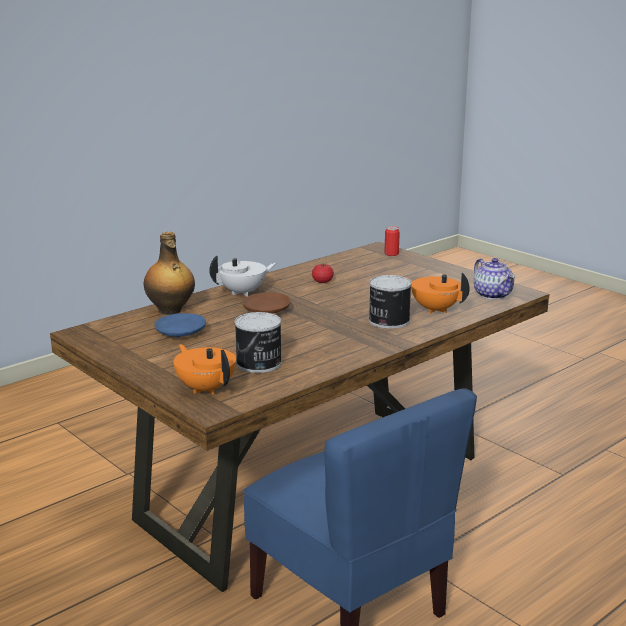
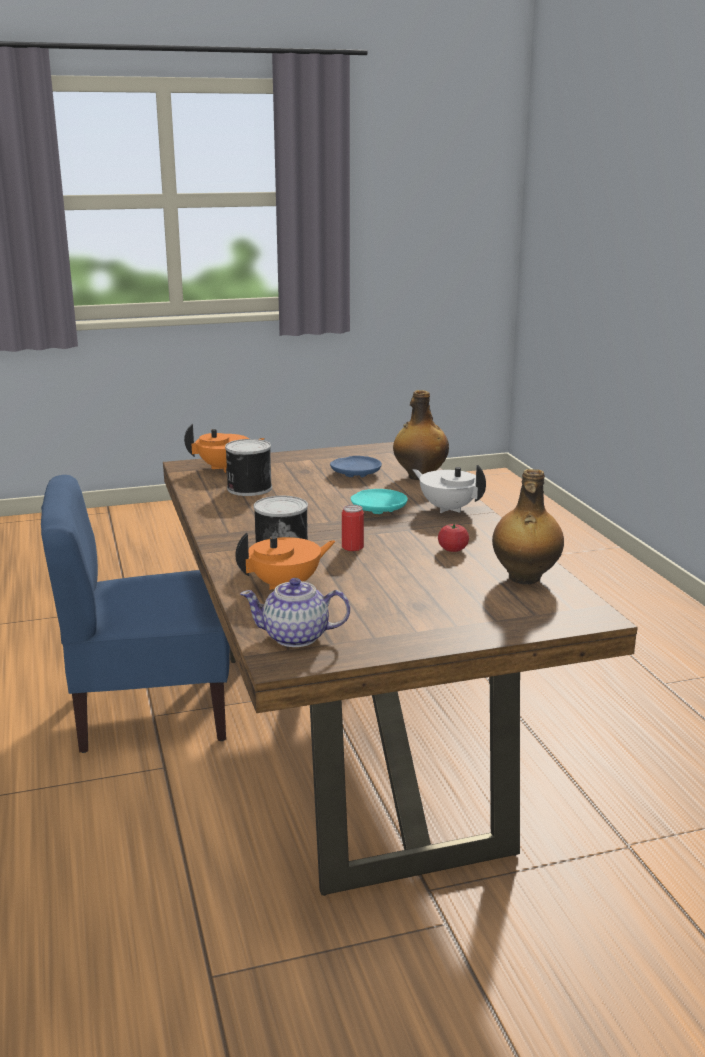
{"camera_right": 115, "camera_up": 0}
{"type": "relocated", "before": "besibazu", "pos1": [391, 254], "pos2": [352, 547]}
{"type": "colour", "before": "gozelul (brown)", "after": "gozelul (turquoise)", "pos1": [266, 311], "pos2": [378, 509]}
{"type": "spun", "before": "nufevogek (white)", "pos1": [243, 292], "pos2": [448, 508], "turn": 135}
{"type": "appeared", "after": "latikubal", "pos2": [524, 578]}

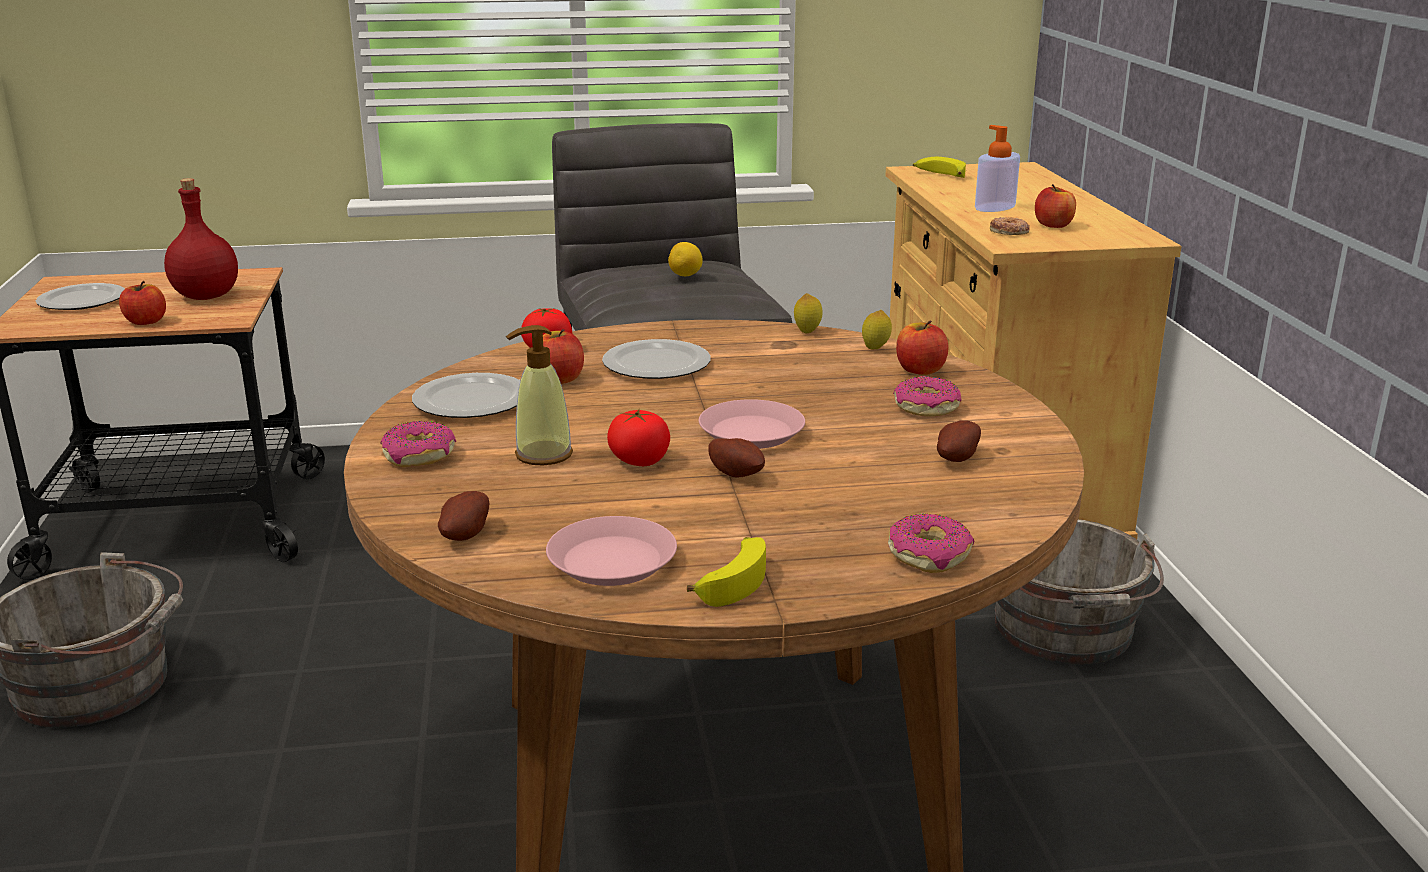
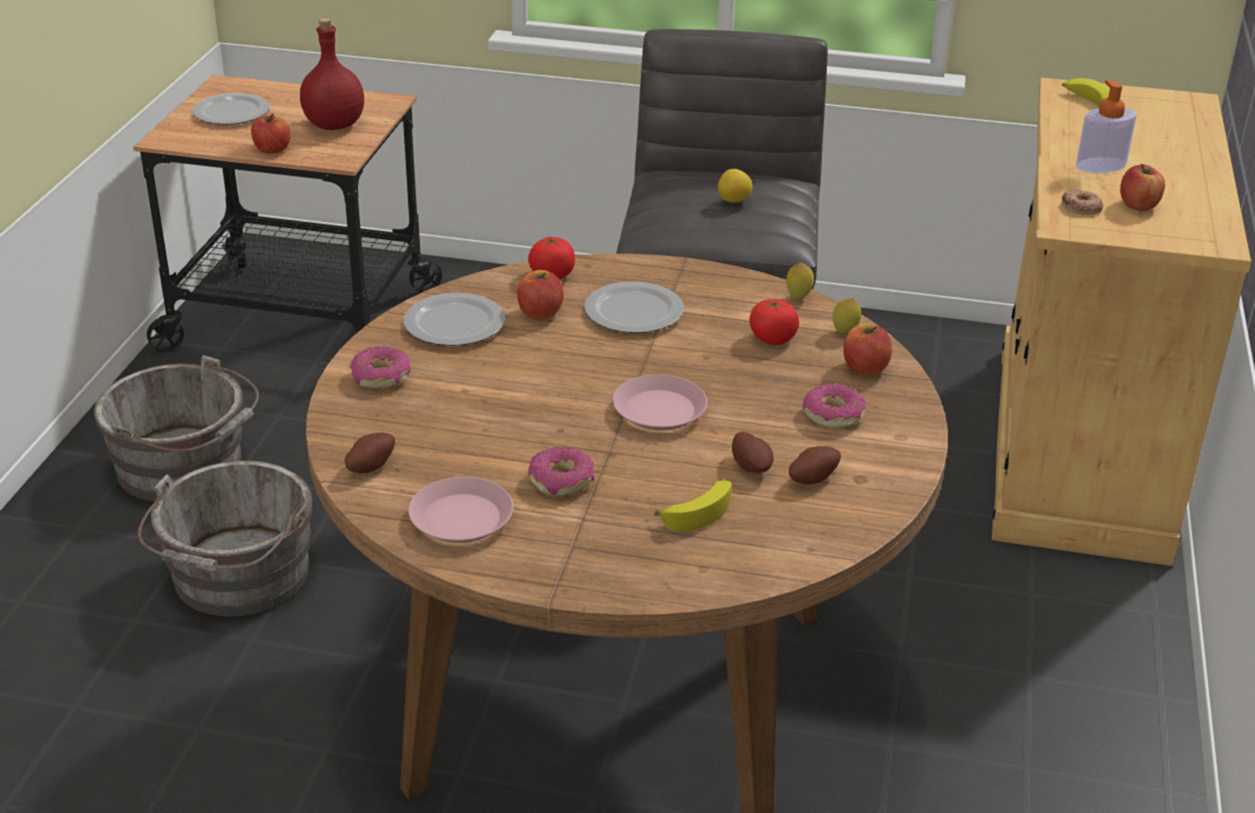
{"camera_right": 20, "camera_up": 10}
{"type": "relocated", "before": "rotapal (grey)", "pos1": [1065, 632], "pos2": [237, 579]}
{"type": "relocated", "before": "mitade", "pos1": [929, 555], "pos2": [562, 481]}
{"type": "relocated", "before": "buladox", "pos1": [732, 580], "pos2": [699, 511]}
{"type": "relocated", "before": "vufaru", "pos1": [737, 474], "pos2": [752, 466]}
{"type": "relocated", "before": "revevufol", "pos1": [639, 461], "pos2": [772, 339]}
{"type": "missing", "before": "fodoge", "pos1": [543, 455]}

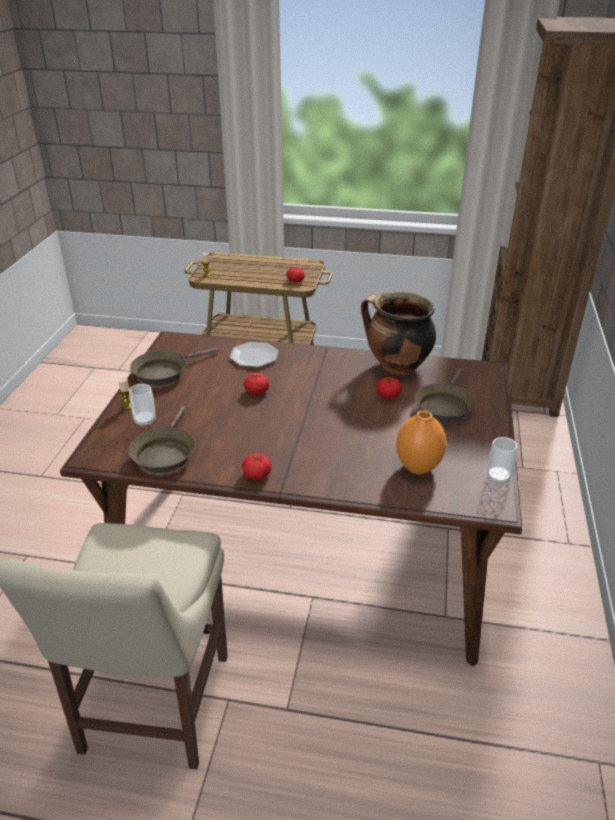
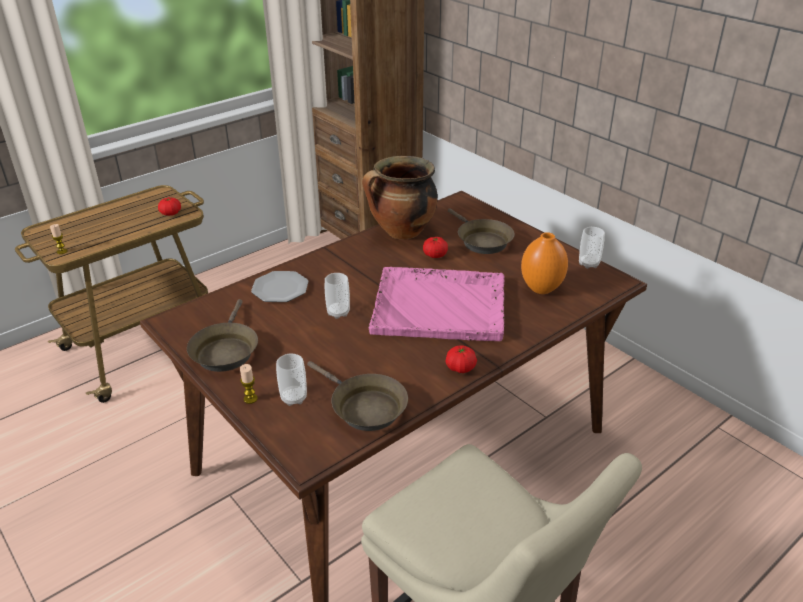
{"camera_right": -50, "camera_up": 0}
{"type": "exchanged", "before": "revevufol", "after": "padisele", "pos1": [256, 391], "pos2": [338, 312]}
{"type": "appeared", "after": "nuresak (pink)", "pos2": [440, 306]}

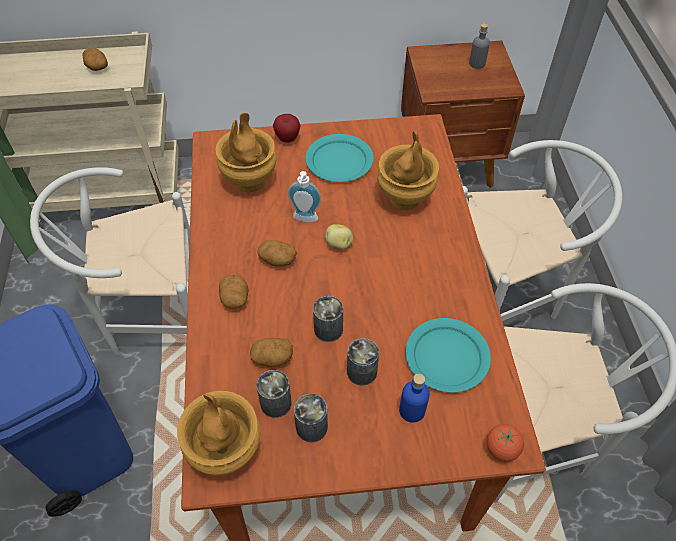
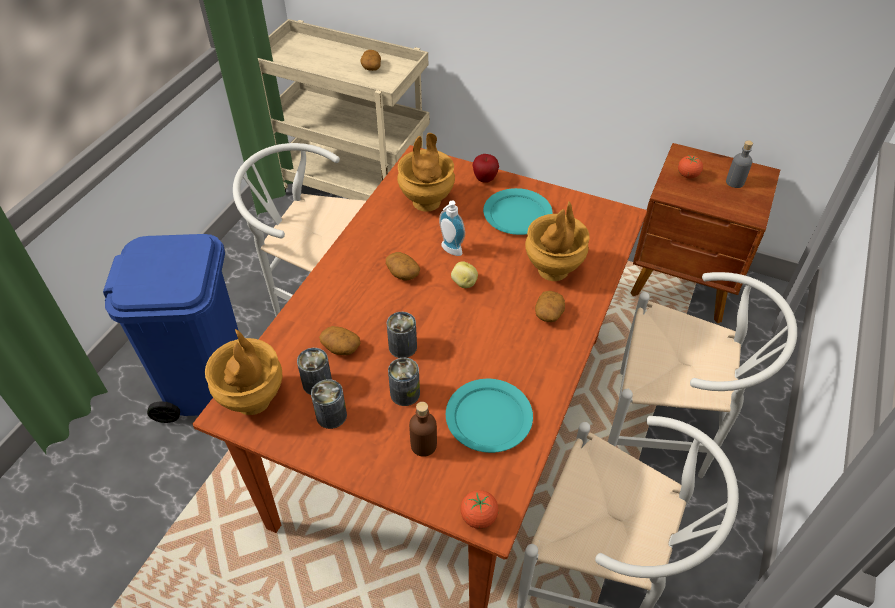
{"camera_right": 30, "camera_up": -5}
{"type": "colour", "before": "latikubal (blue)", "after": "latikubal (brown)", "pos1": [412, 410], "pos2": [423, 445]}
{"type": "relocated", "before": "vufaru", "pos1": [235, 298], "pos2": [549, 314]}
{"type": "appeared", "after": "revevufol", "pos2": [687, 175]}

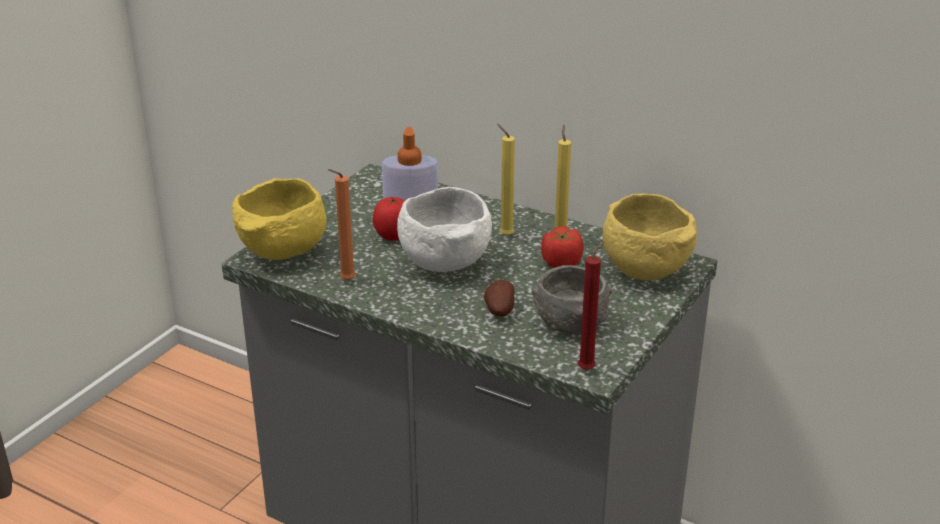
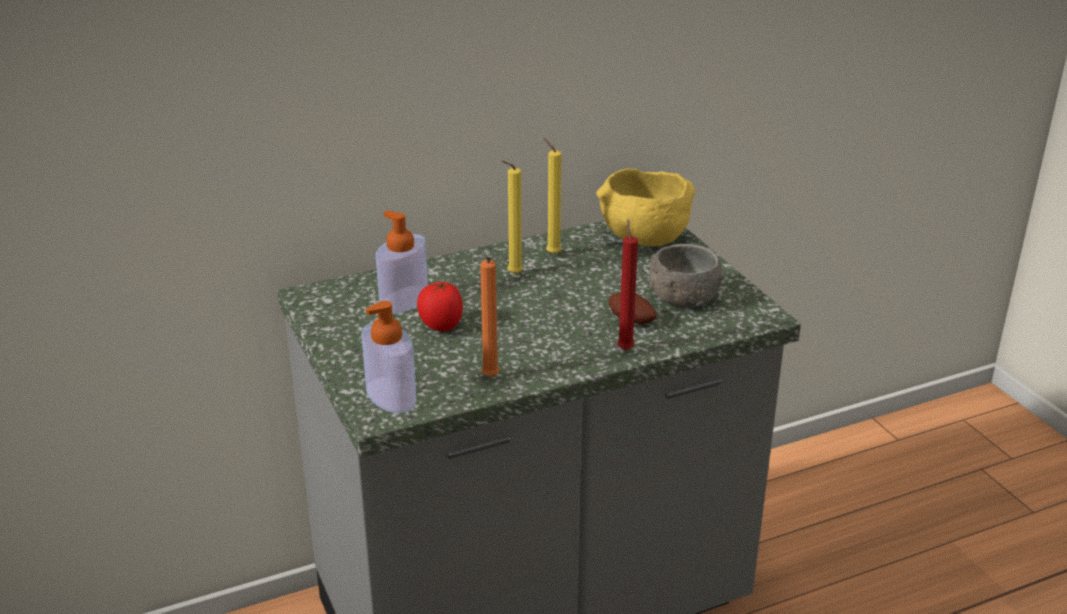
{"camera_right": -55, "camera_up": 0}
{"type": "exchanged", "before": "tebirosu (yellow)", "after": "fodoge", "pos1": [282, 253], "pos2": [391, 396]}
{"type": "relocated", "before": "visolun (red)", "pos1": [588, 369], "pos2": [625, 348]}
{"type": "missing", "before": "tebirosu (white)", "pos1": [444, 262]}
{"type": "missing", "before": "revevufol", "pos1": [561, 263]}

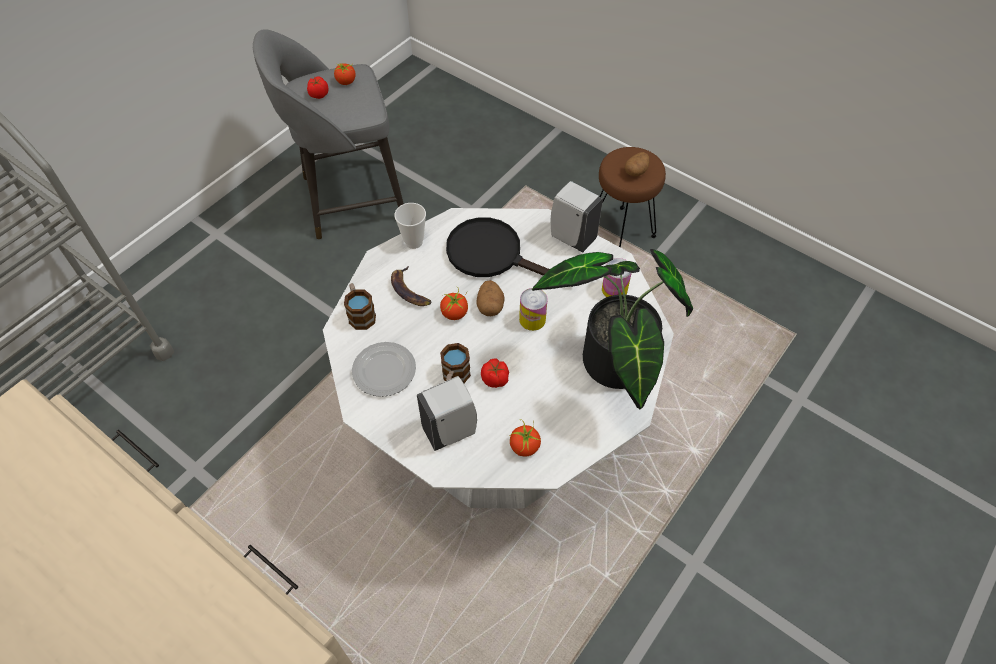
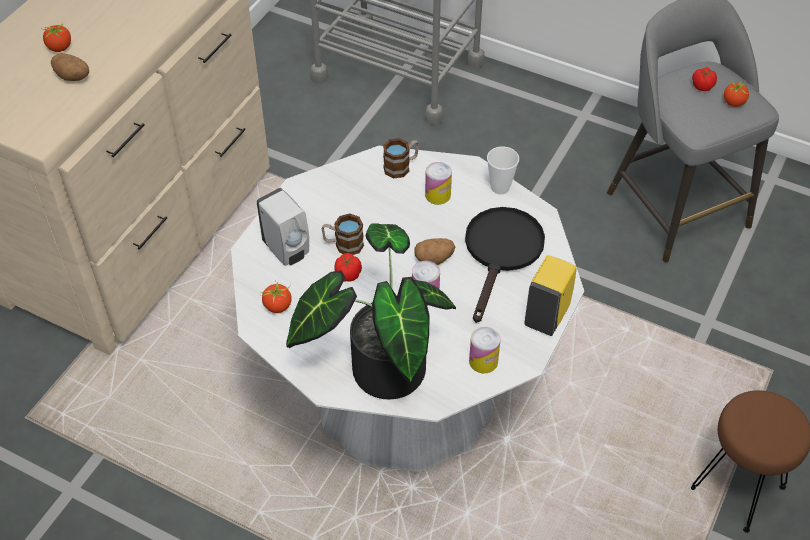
{"camera_right": 80, "camera_up": -5}
{"type": "relocated", "before": "revevufol", "pos1": [454, 313], "pos2": [60, 47]}
{"type": "relocated", "before": "vufaru", "pos1": [636, 171], "pos2": [73, 77]}
{"type": "exchanged", "before": "buladox", "after": "besibazu", "pos1": [409, 290], "pos2": [437, 195]}
{"type": "colour", "before": "fodoge (white)", "after": "fodoge (yellow)", "pos1": [571, 237], "pos2": [547, 315]}
{"type": "missing", "before": "gozelul", "pos1": [383, 370]}

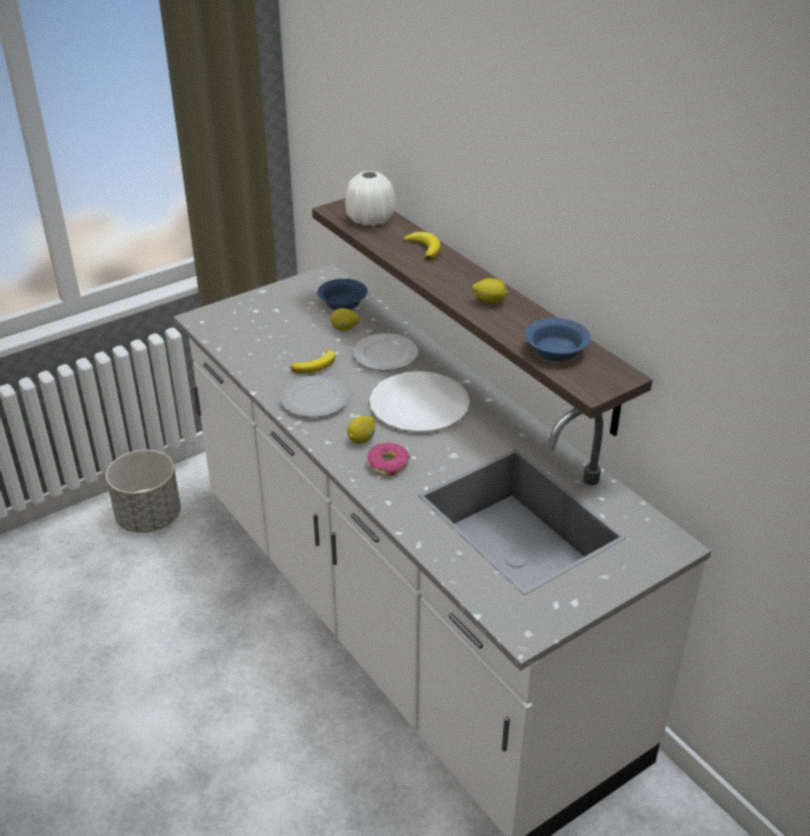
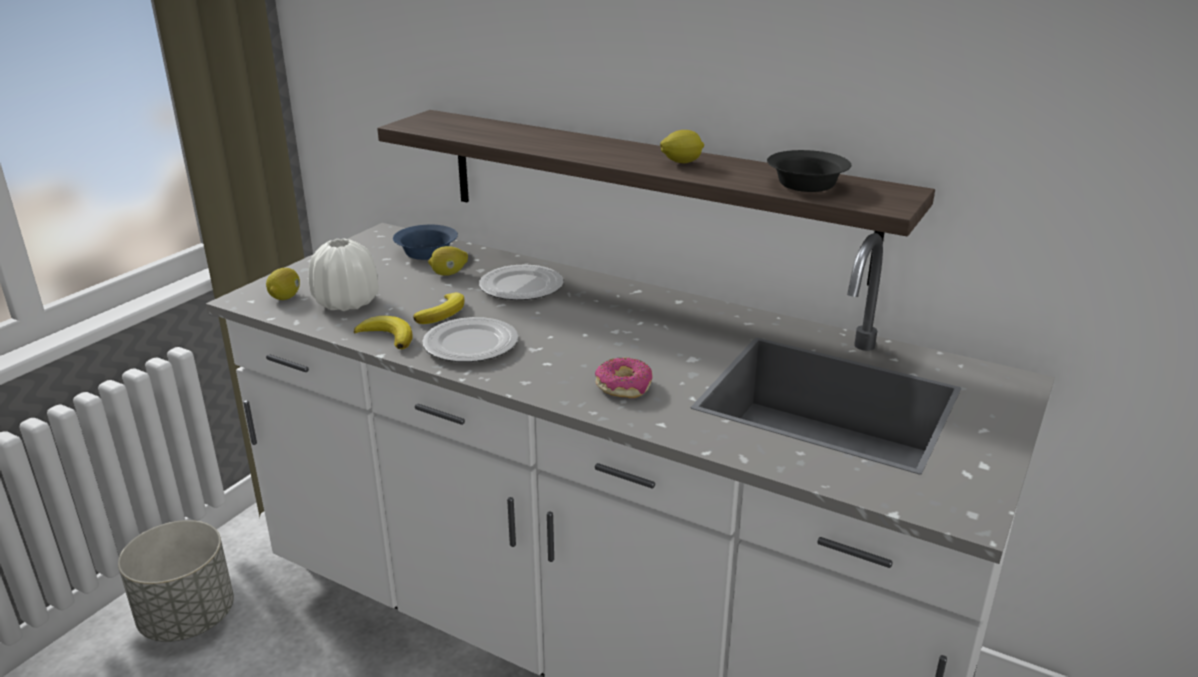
{"camera_right": -25, "camera_up": -10}
{"type": "relocated", "before": "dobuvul", "pos1": [362, 439], "pos2": [286, 297]}
{"type": "relocated", "before": "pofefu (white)", "pos1": [370, 219], "pos2": [346, 303]}
{"type": "relocated", "before": "buladox", "pos1": [424, 248], "pos2": [388, 336]}
{"type": "colour", "before": "tebirosu (blue)", "after": "tebirosu (black)", "pos1": [554, 350], "pos2": [804, 185]}
{"type": "missing", "before": "gozelul (white)", "pos1": [419, 404]}

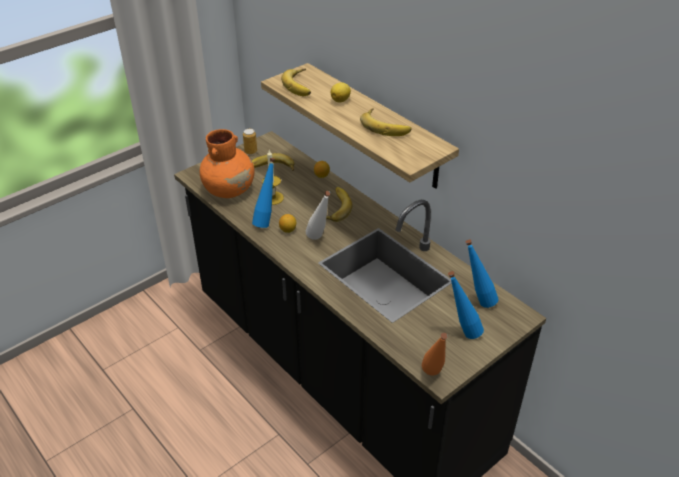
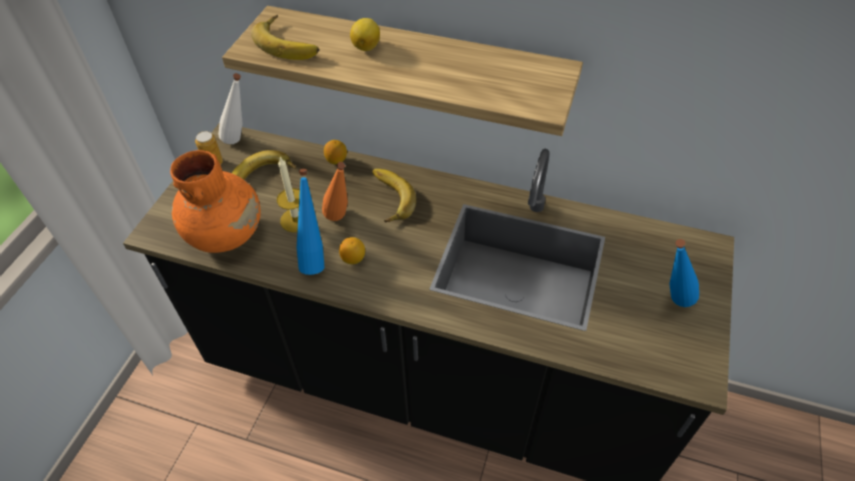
{"camera_right": -30, "camera_up": 10}
{"type": "relocated", "before": "latikubal (white)", "pos1": [319, 240], "pos2": [241, 142]}
{"type": "relocated", "before": "latikubal (orange)", "pos1": [433, 377], "pos2": [341, 221]}
{"type": "missing", "before": "buladox", "pos1": [386, 125]}
{"type": "missing", "before": "latikubal (blue)", "pos1": [477, 301]}

